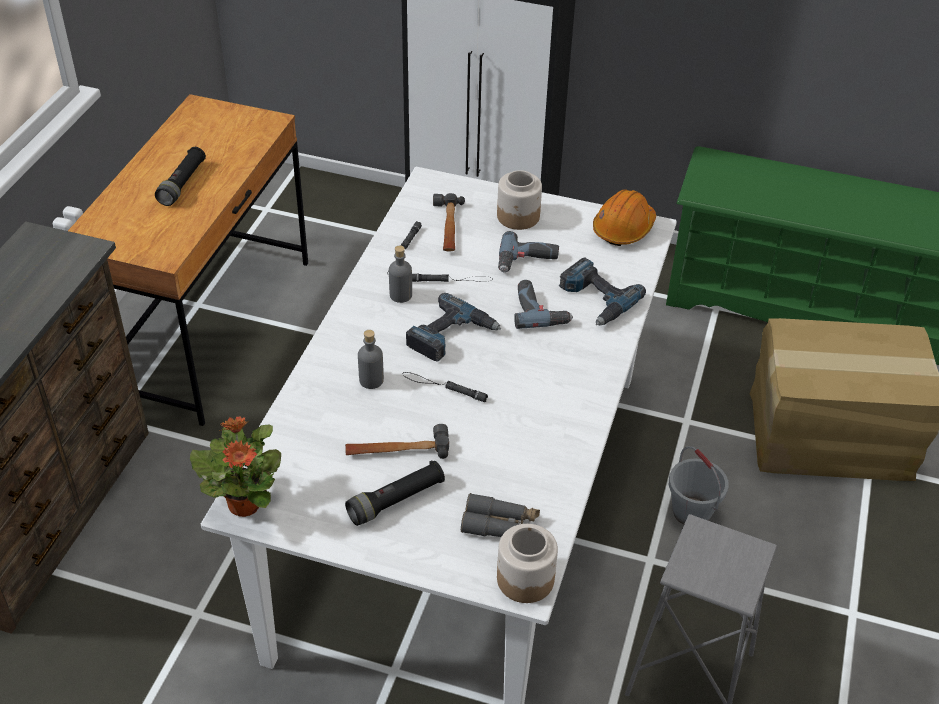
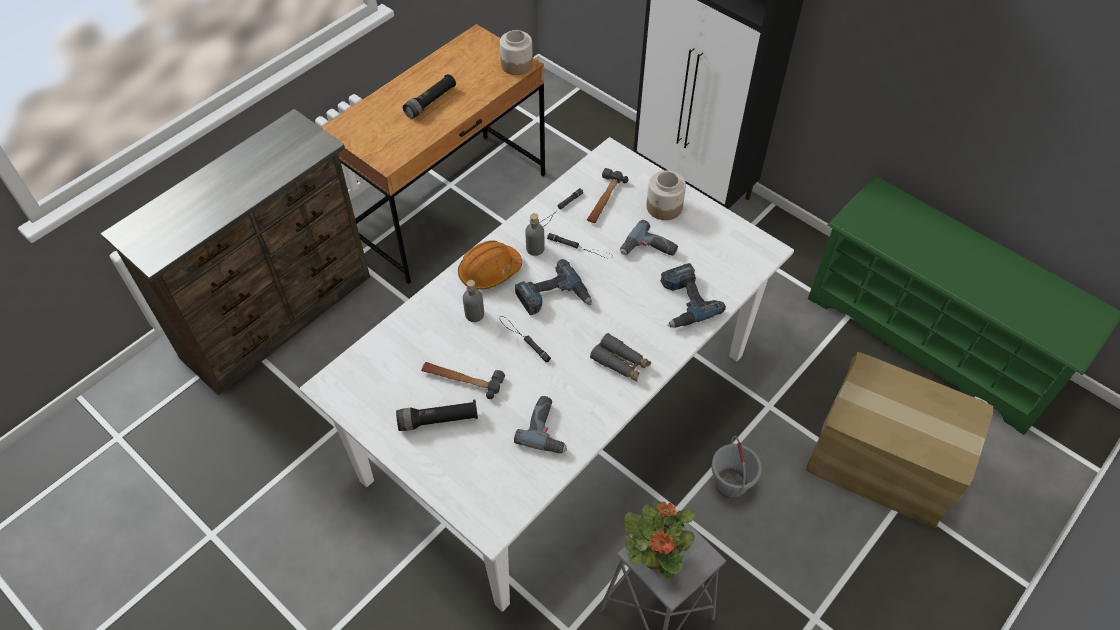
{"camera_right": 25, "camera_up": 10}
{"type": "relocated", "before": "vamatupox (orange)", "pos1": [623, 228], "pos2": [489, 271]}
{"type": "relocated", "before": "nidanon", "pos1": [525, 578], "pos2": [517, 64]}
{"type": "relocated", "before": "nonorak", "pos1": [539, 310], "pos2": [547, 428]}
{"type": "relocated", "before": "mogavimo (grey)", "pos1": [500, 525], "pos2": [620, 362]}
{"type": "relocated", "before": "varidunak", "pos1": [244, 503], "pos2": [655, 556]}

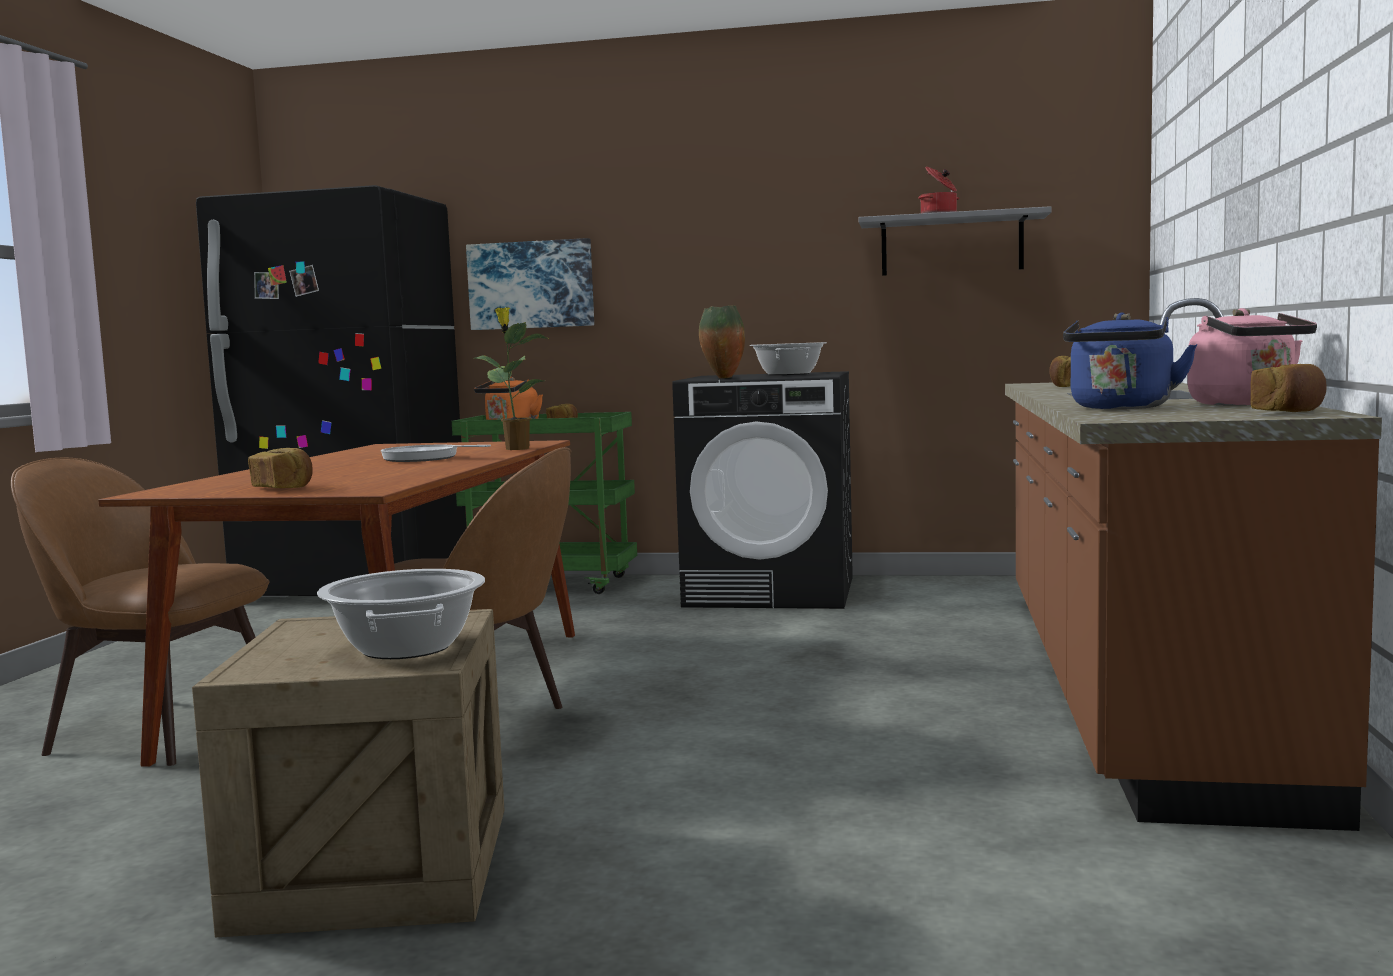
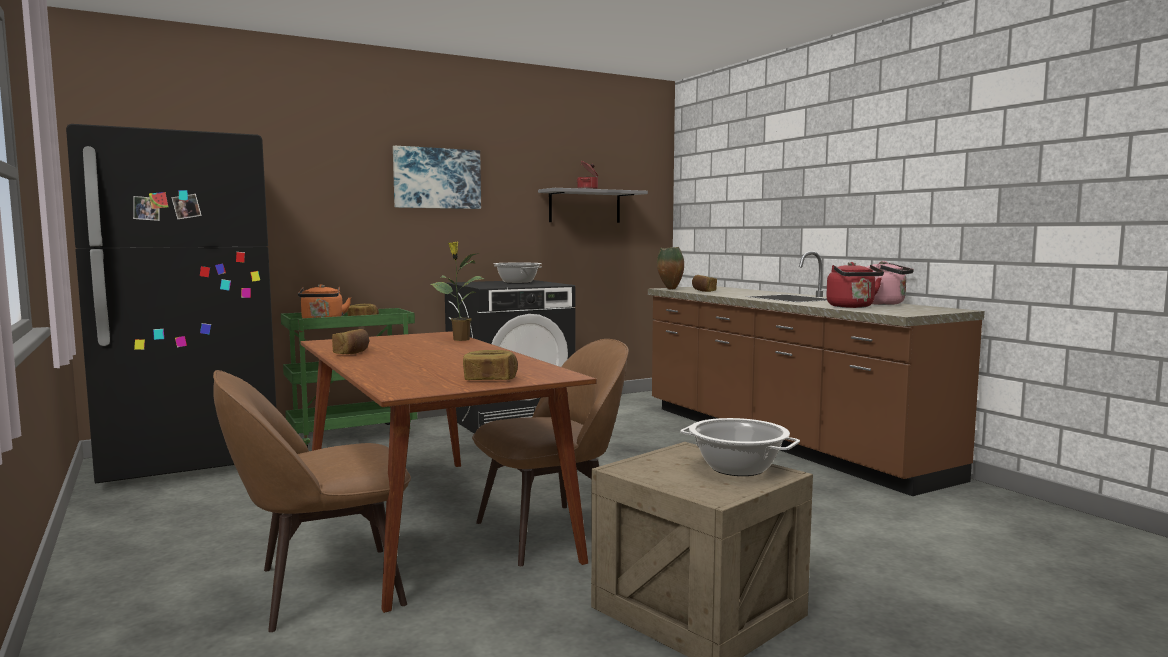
{"camera_right": -40, "camera_up": 0}
{"type": "relocated", "before": "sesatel", "pos1": [1290, 412], "pos2": [352, 353]}
{"type": "relocated", "before": "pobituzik", "pos1": [531, 285], "pos2": [437, 178]}
{"type": "relocated", "before": "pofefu", "pos1": [722, 378], "pos2": [670, 289]}
{"type": "colour", "before": "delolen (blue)", "after": "delolen (red)", "pos1": [1121, 408], "pos2": [852, 307]}
{"type": "missing", "before": "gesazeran", "pos1": [425, 458]}

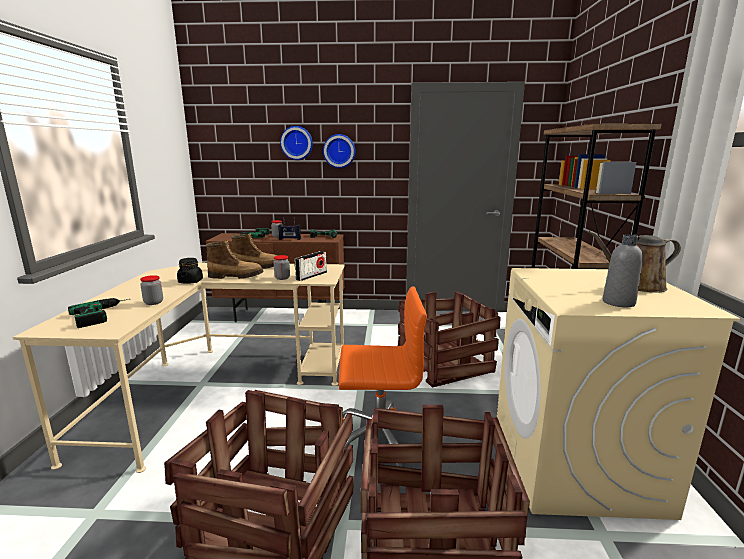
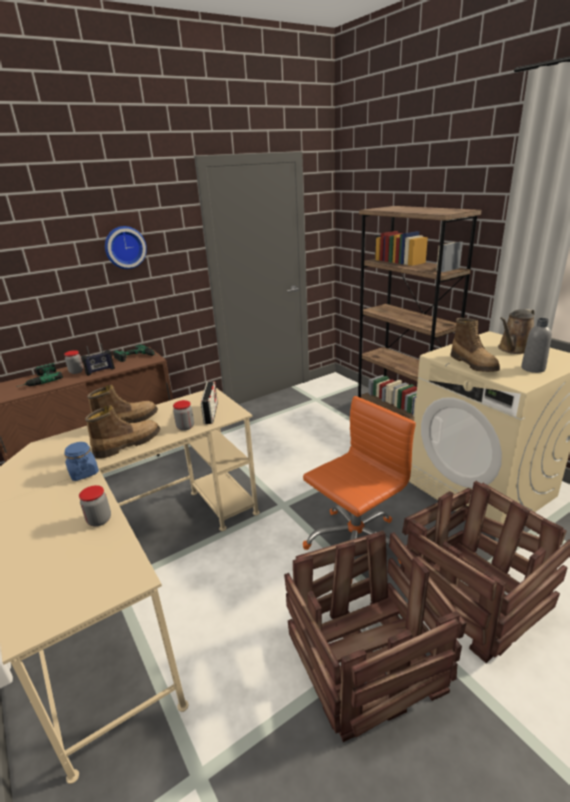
{"camera_right": -35, "camera_up": 10}
{"type": "colour", "before": "nidanon (black)", "after": "nidanon (blue)", "pos1": [190, 281], "pos2": [83, 473]}
{"type": "appeared", "after": "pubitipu", "pos2": [474, 364]}
{"type": "missing", "before": "nonorak", "pos1": [105, 314]}
{"type": "missing", "before": "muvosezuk", "pos1": [297, 143]}
{"type": "missing", "before": "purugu", "pos1": [444, 364]}

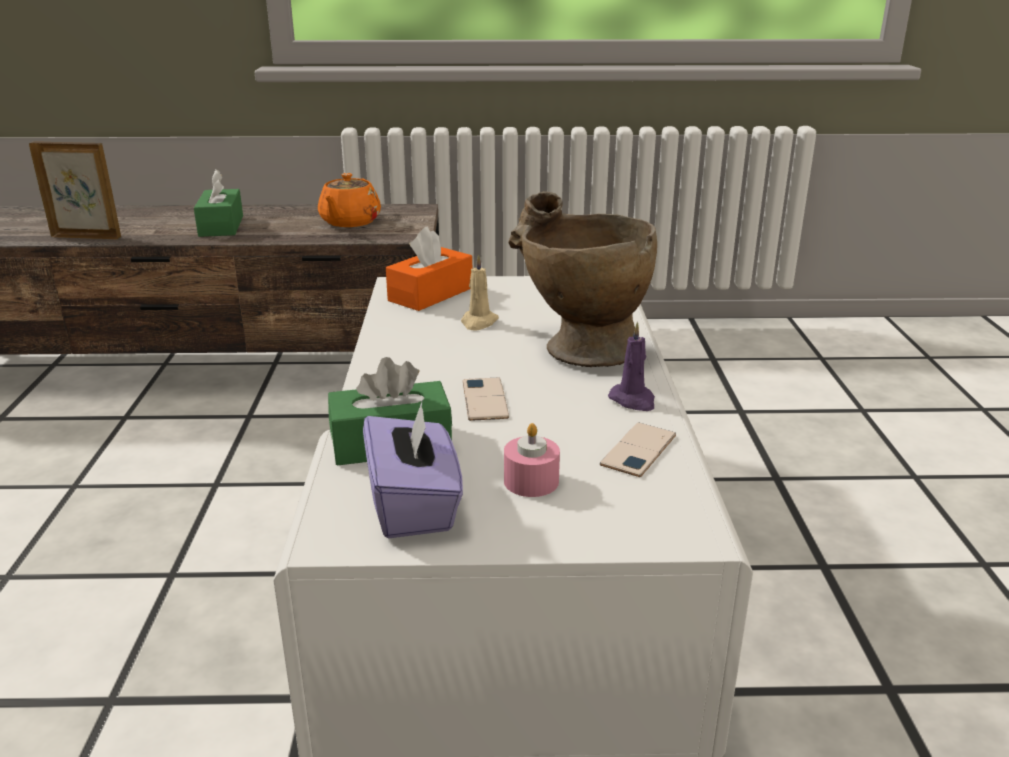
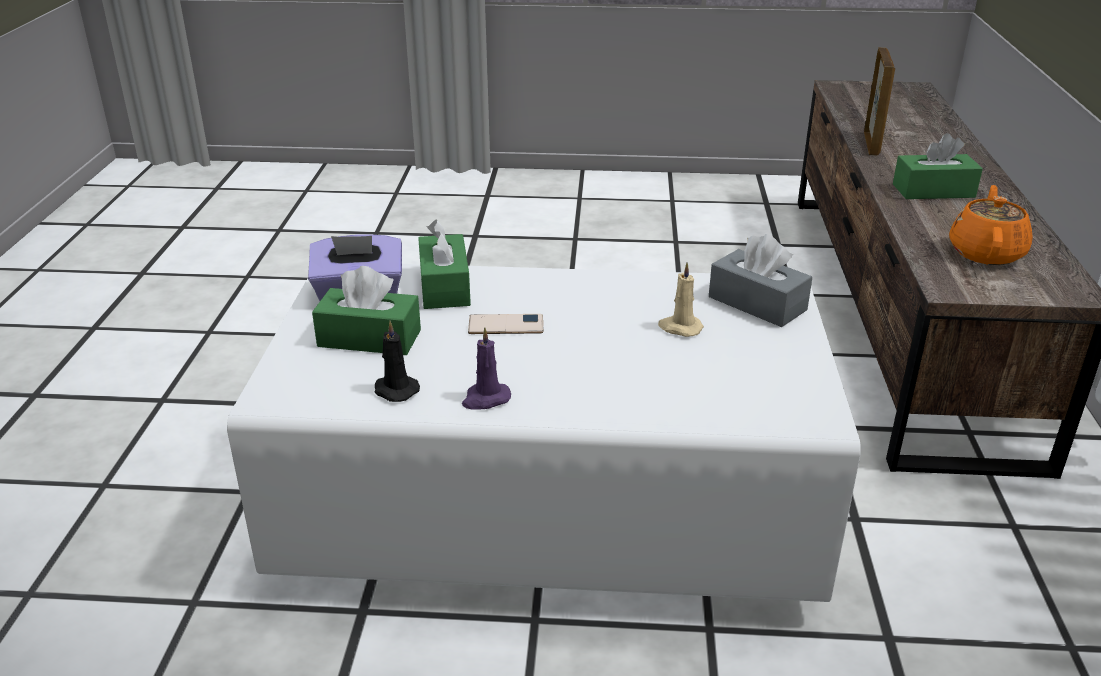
{"camera_right": 95, "camera_up": 5}
{"type": "exchanged", "before": "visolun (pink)", "after": "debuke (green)", "pos1": [531, 481], "pos2": [369, 338]}
{"type": "exchanged", "before": "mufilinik", "after": "visolun (black)", "pos1": [638, 450], "pos2": [395, 390]}
{"type": "colour", "before": "debuke (orange)", "after": "debuke (grey)", "pos1": [430, 294], "pos2": [757, 303]}
{"type": "spun", "before": "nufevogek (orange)", "pos1": [349, 222], "pos2": [986, 252], "turn": 90}
{"type": "missing", "before": "pofefu (beige)", "pos1": [577, 349]}

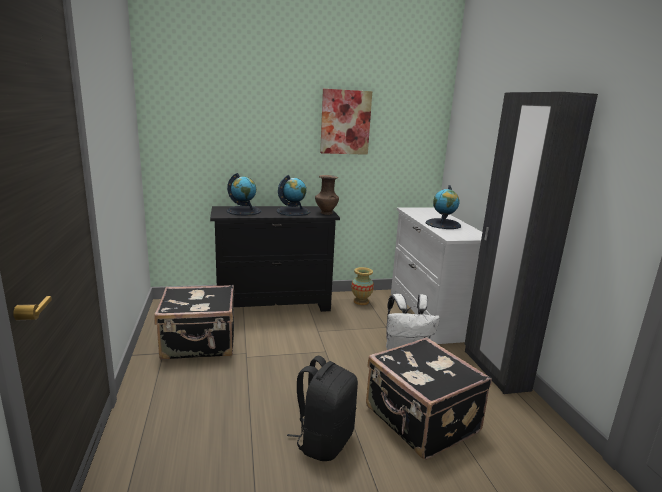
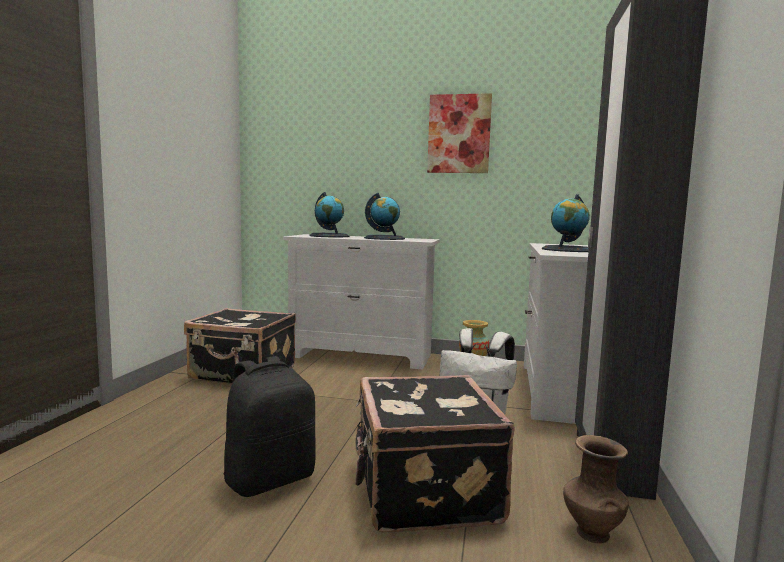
{"camera_right": 25, "camera_up": -10}
{"type": "colour", "before": "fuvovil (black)", "after": "fuvovil (white)", "pos1": [274, 304], "pos2": [361, 355]}
{"type": "relocated", "before": "pofefu (brown)", "pos1": [326, 213], "pos2": [591, 532]}

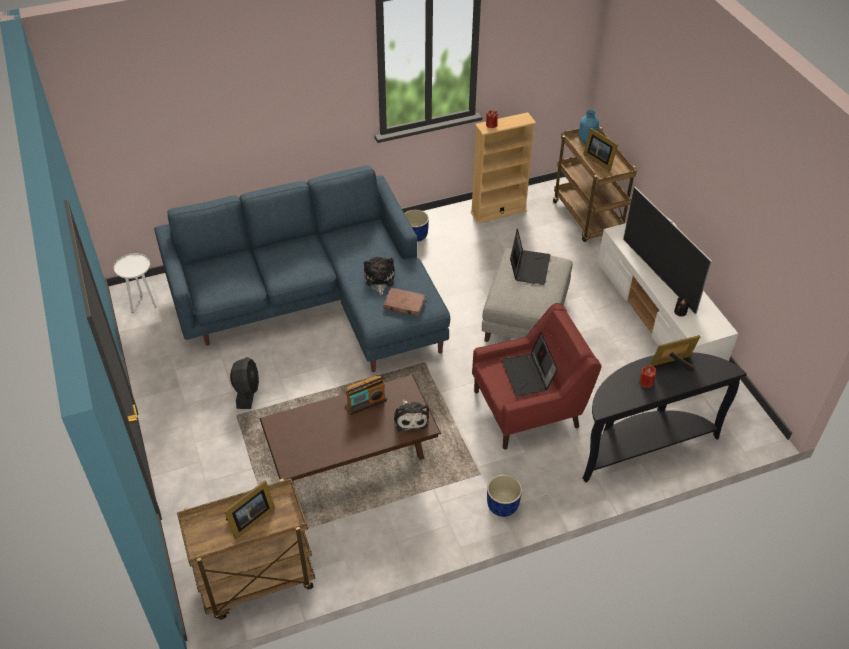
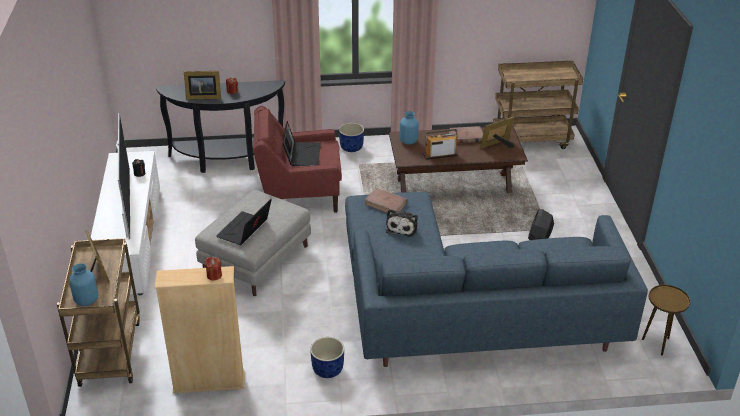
{"camera_right": -165, "camera_up": -10}
{"type": "exchanged", "before": "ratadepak", "after": "pofefu (blue)", "pos1": [410, 418], "pos2": [408, 141]}
{"type": "appeared", "after": "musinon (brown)", "pos2": [466, 137]}
{"type": "relocated", "before": "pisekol", "pos1": [249, 520], "pos2": [497, 145]}
{"type": "colour", "before": "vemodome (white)", "after": "vemodome (brown)", "pos1": [143, 305], "pos2": [657, 344]}

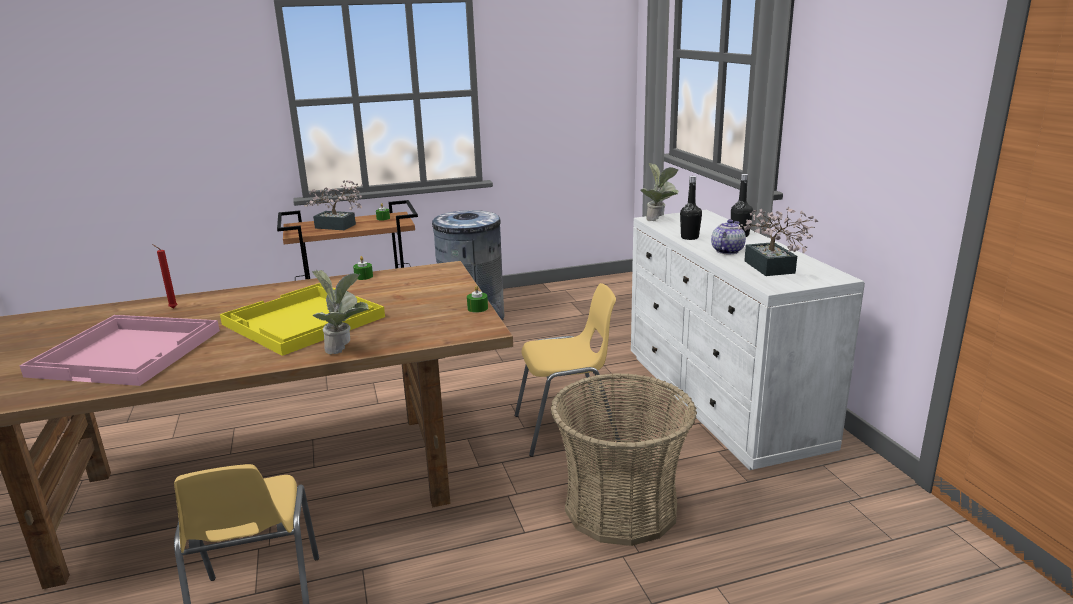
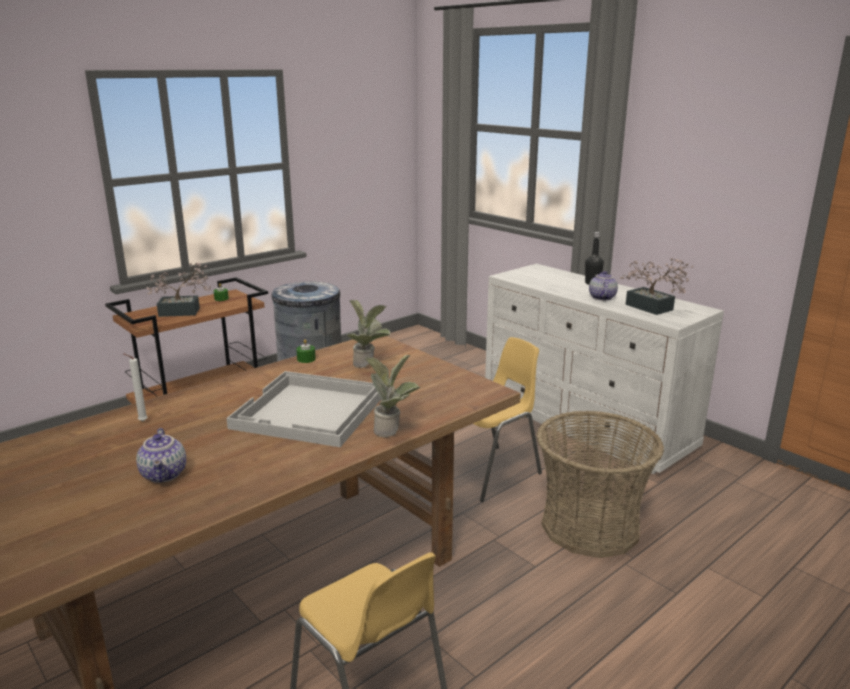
{"camera_right": -25, "camera_up": 0}
{"type": "colour", "before": "visolun (red)", "after": "visolun (white)", "pos1": [172, 308], "pos2": [141, 421]}
{"type": "exchanged", "before": "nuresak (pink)", "after": "nufevogek", "pos1": [129, 352], "pos2": [165, 475]}
{"type": "colour", "before": "nuresak (yellow)", "after": "nuresak (white)", "pos1": [303, 321], "pos2": [311, 411]}
{"type": "relocated", "before": "varidunak", "pos1": [659, 220], "pos2": [368, 364]}
{"type": "missing", "before": "visolun (green)", "pos1": [477, 308]}
{"type": "missing", "before": "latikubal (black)", "pos1": [689, 237]}

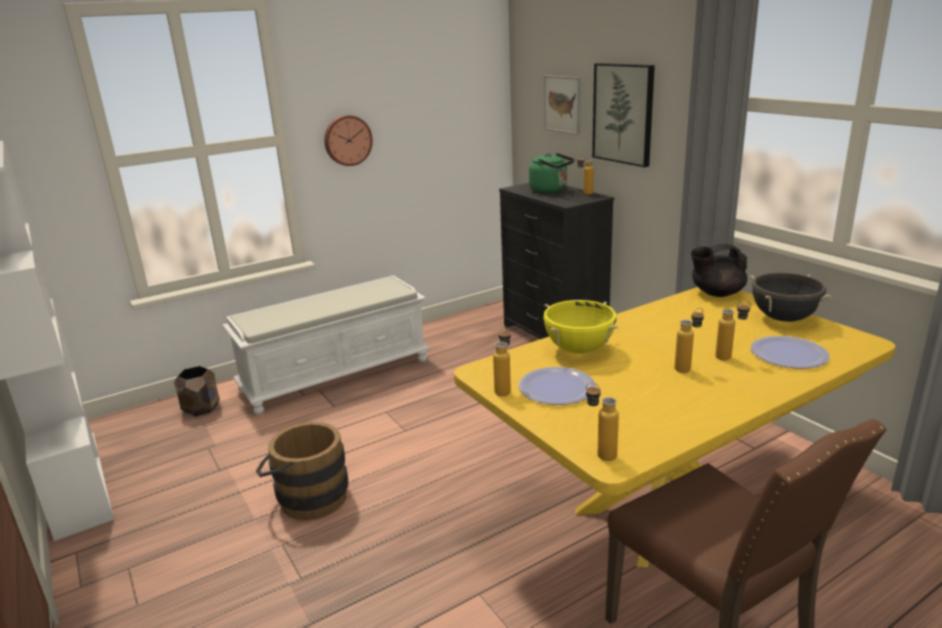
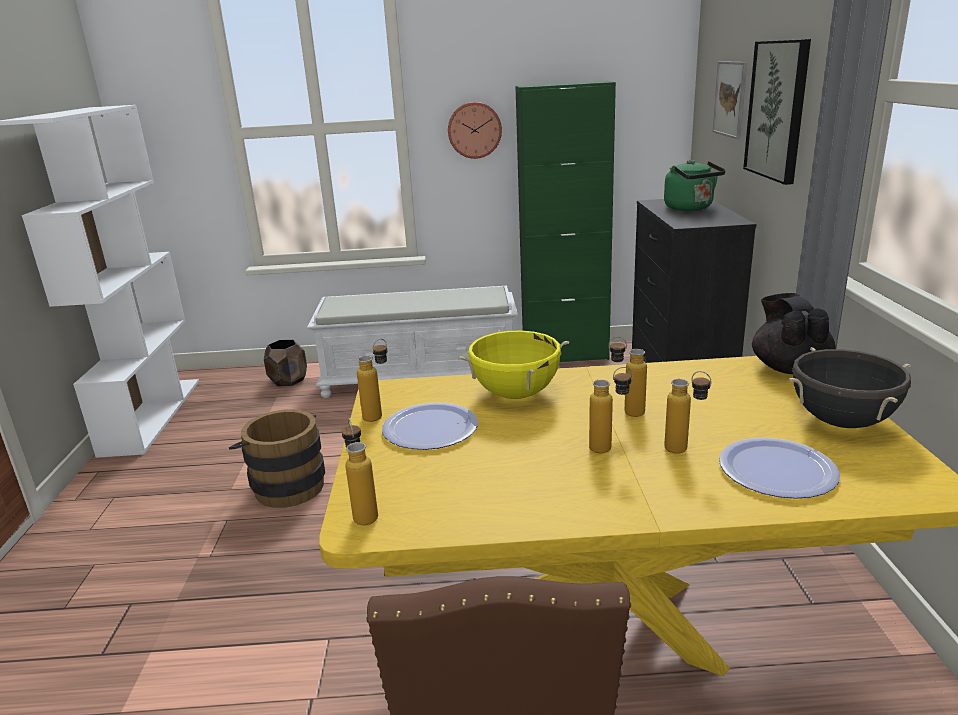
{"camera_right": 30, "camera_up": 0}
{"type": "appeared", "after": "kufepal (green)", "pos2": [565, 355]}
{"type": "relocated", "before": "latikubal", "pos1": [584, 194], "pos2": [625, 412]}
{"type": "spun", "before": "nufevogek (black)", "pos1": [716, 293], "pos2": [788, 367], "turn": 60}

